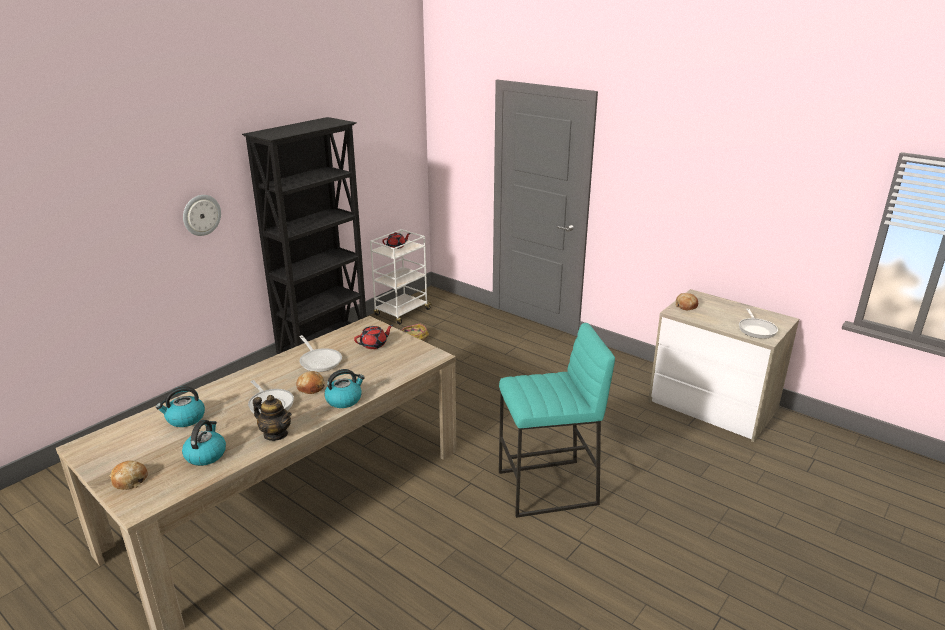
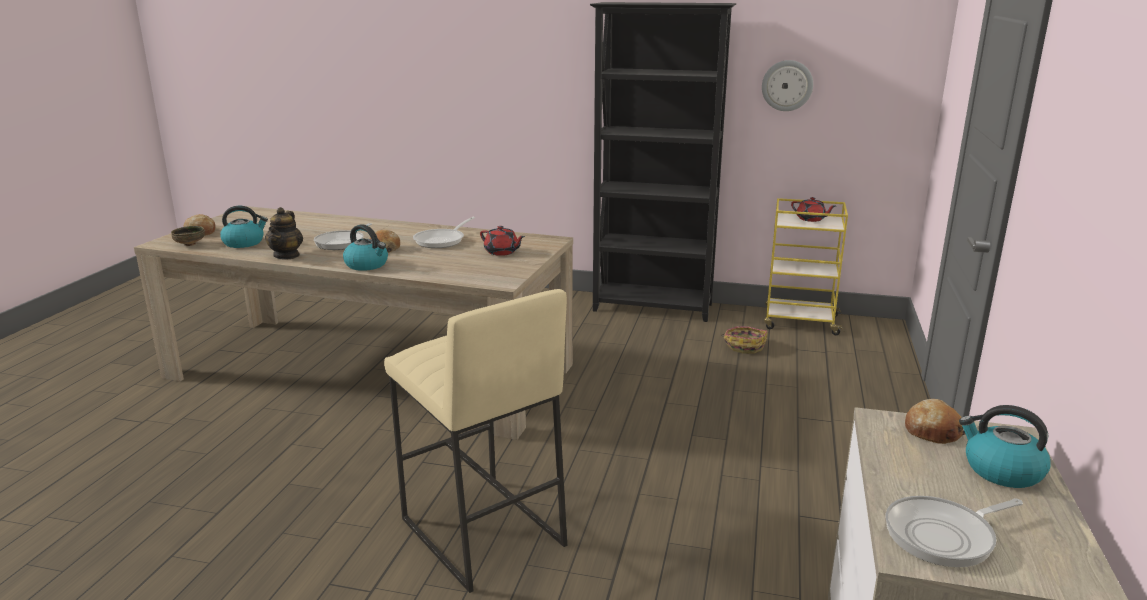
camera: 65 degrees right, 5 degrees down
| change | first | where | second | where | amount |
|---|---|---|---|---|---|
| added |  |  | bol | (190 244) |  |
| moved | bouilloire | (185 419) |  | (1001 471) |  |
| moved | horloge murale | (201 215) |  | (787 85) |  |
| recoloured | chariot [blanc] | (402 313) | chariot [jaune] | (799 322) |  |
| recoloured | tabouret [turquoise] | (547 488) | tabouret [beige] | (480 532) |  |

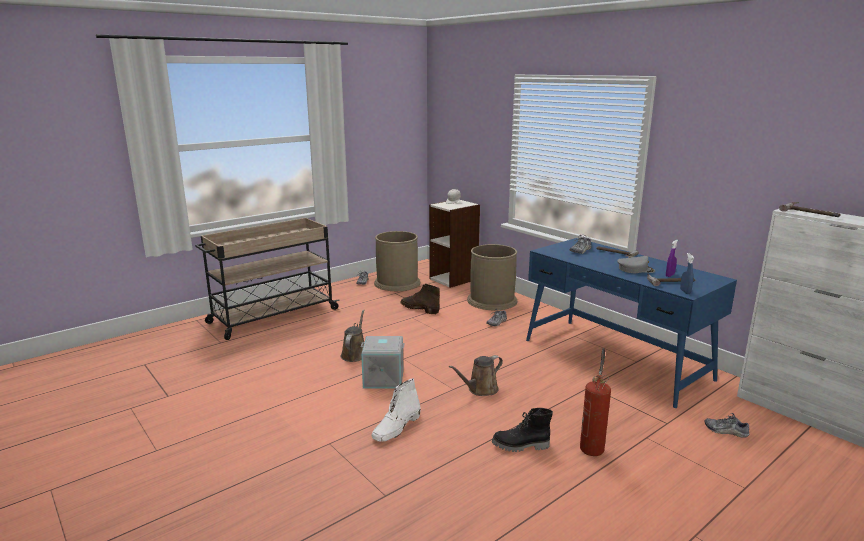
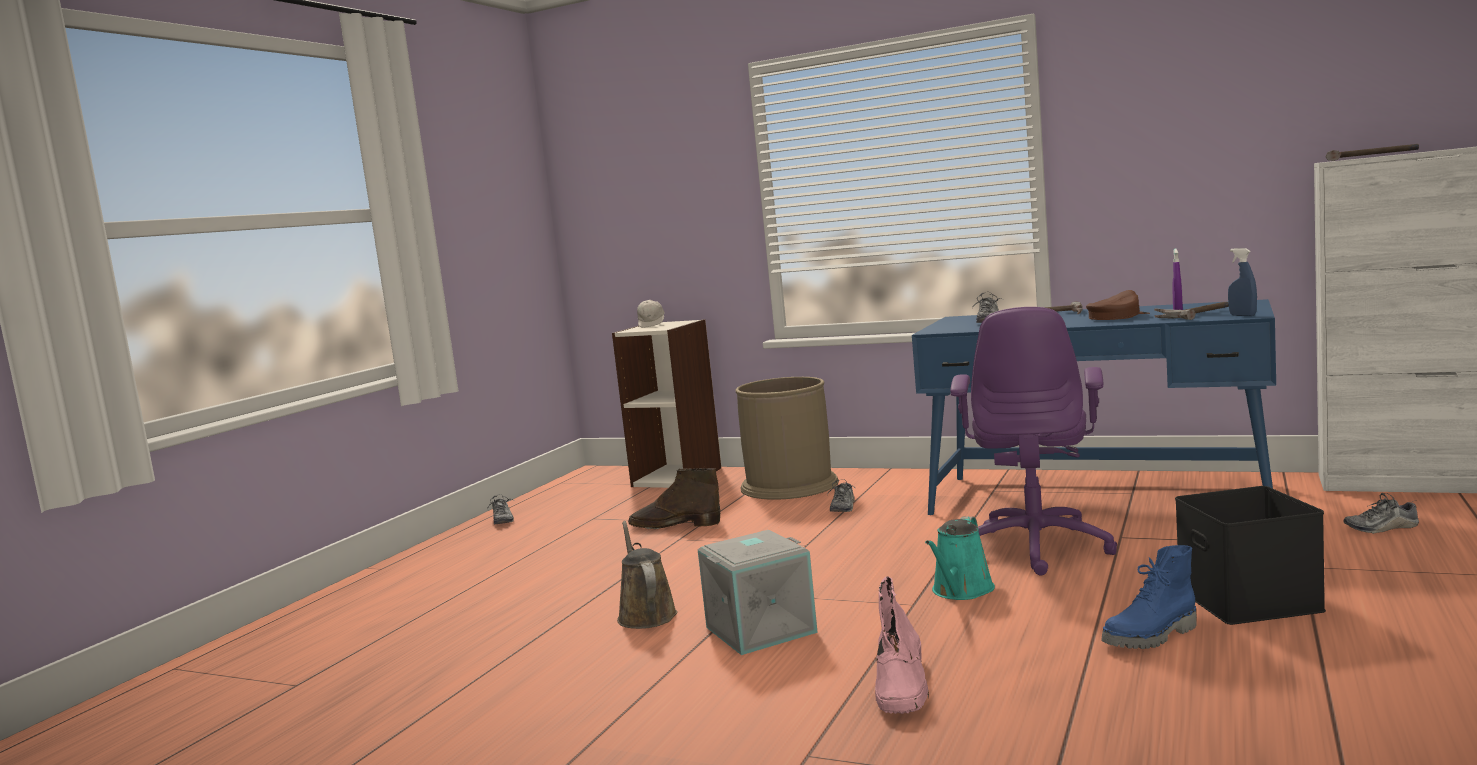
camera: 25 degrees left, 10 degrees down
| change | first | where | second | where | amount |
|---|---|---|---|---|---|
| removed | chariot [beige] | (272 316) |  |  |  |
| removed | poubelle [marron] | (397 283) |  |  |  |
| added |  |  | chaise de bureau [violet] | (1036 548) |  |
| replaced | extincteur | (592 446) | boîte de rangement [noir] | (1252 600) |  |
| recoloured | botte [blanc] | (396 427) | botte [rose] | (901 686) |  |
| recoloured | arrosoir [marron] | (480 389) | arrosoir [turquoise] | (961 591) |  |
| recoloured | botte [noir] | (520 446) | botte [bleu] | (1152 637) |  |
| recoloured | casquette [gris] | (635 269) | casquette [marron] | (1117 317) |  |

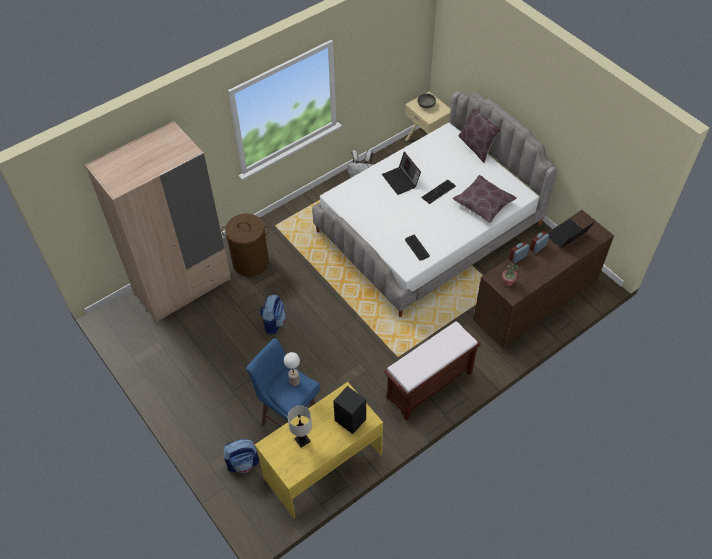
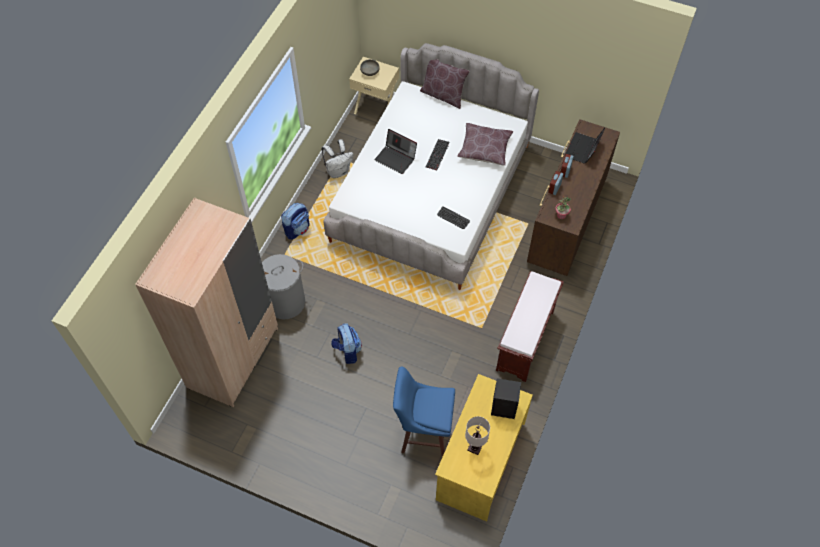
camera: 30 degrees left, 5 degrees up
| change | first | where | second | where | amount |
|---|---|---|---|---|---|
| removed | lampe de table | (294 381) |  |  |  |
| moved | sac à dos | (243 462) |  | (297 229) |  |
| recoloured | panier à linge [marron] | (251 262) | panier à linge [gris] | (285 302) |  |

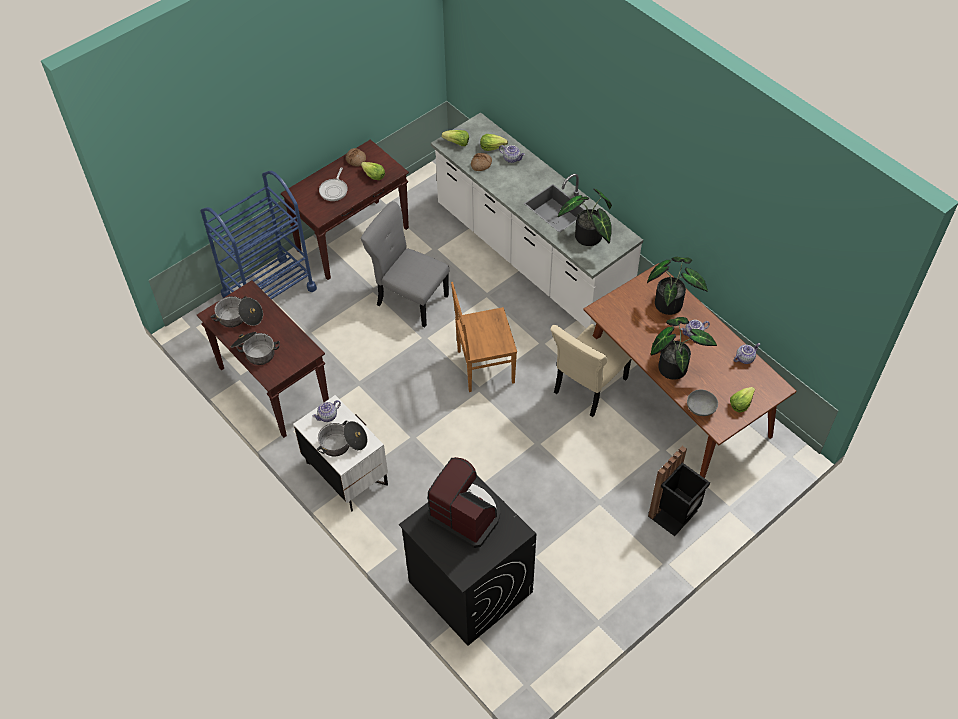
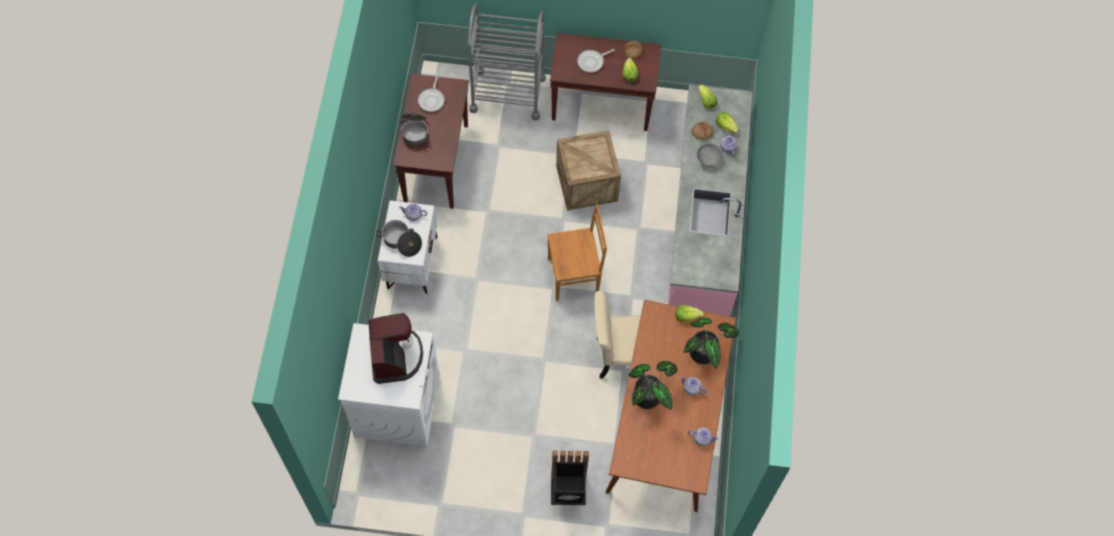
camera: 45 degrees right, 10 degrees up
| change | first | where | second | where | amount |
|---|---|---|---|---|---|
| removed | plante en pot | (588 239) |  |  |  |
| moved | bol [gris] | (700 409) |  | (708 160) |  |
| moved | laitue | (741 403) |  | (687 316) |  |
| replaced | marmite | (239 318) | poêle | (432 99) |  |
| replaced | chaise [gris] | (410 299) | caisse | (586 183) |  |
| recoloured | chariot [bleu] | (269 292) | chariot [gris] | (507 94) |  |
| recoloured | lave-linge [noir] | (469 586) | lave-linge [blanc] | (397 404) |  |
| recoloured | comptoir de cuisine [blanc] | (530 257) | comptoir de cuisine [rose] | (701 230) |  |
| turned | chaise [marron] | (483 367) |  | (575 276) | 135 degrees clockwise |

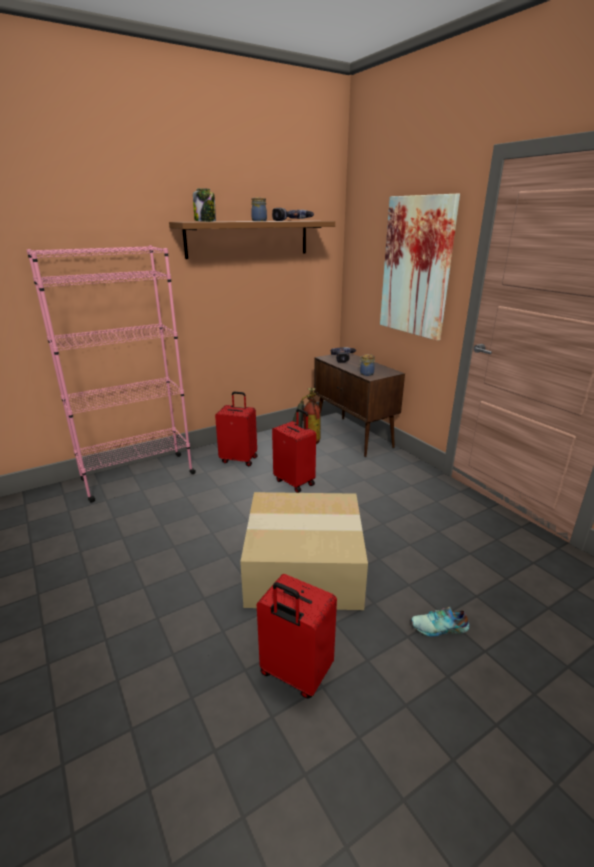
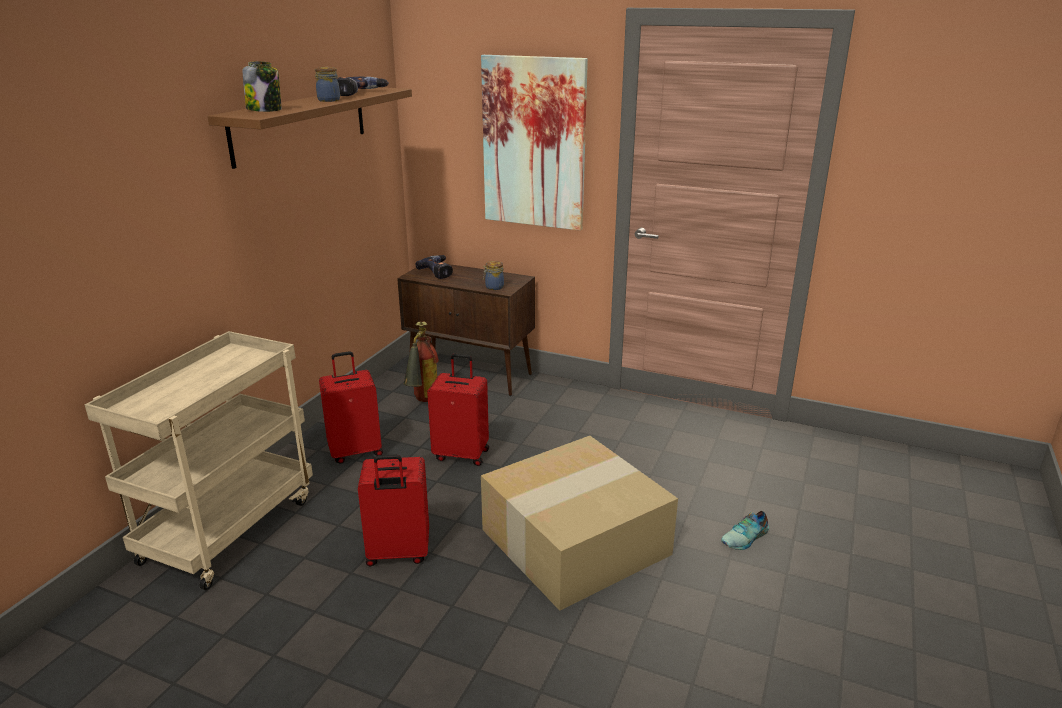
camera: 35 degrees left, 0 degrees up
| change | first | where | second | where | amount |
|---|---|---|---|---|---|
| moved | valise [rouge] | (295 674) |  | (398 554) |  |
| replaced | bibliothèque [rose] | (138 477) | chariot [beige] | (229 528) |  |

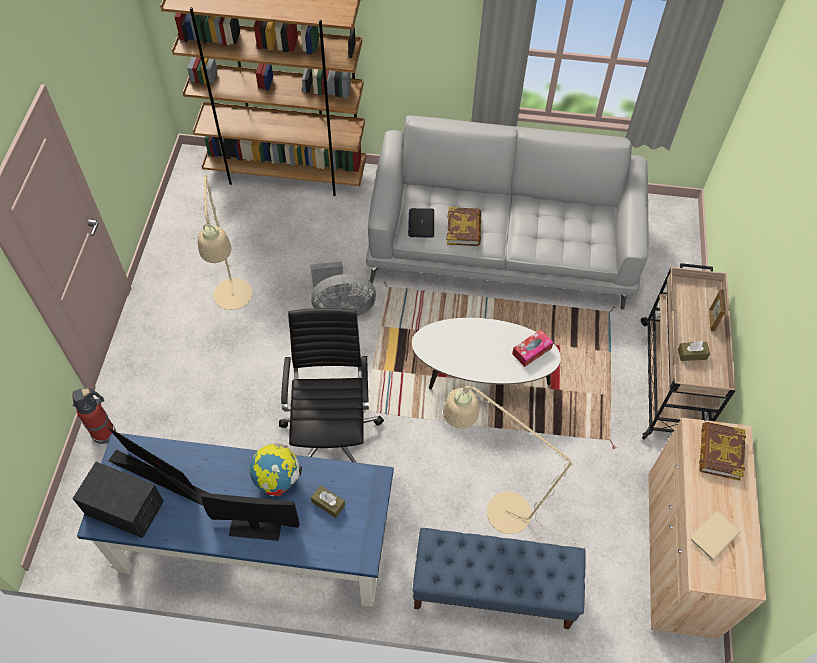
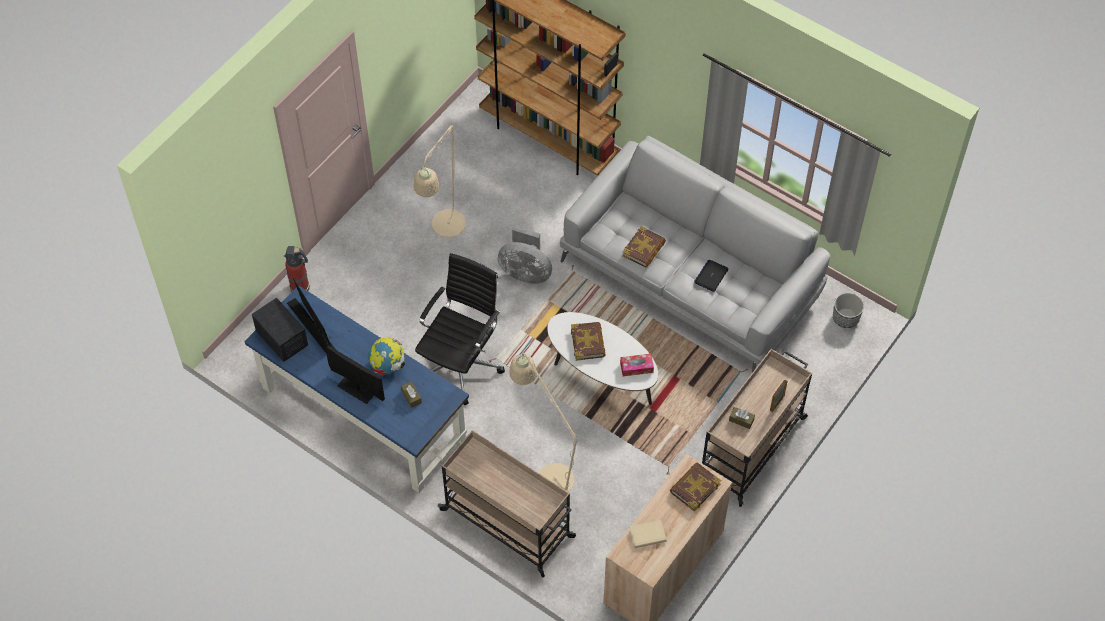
camera: 30 degrees right, 0 degrees up
| change | first | where | second | where | amount |
|---|---|---|---|---|---|
| added |  |  | livre | (588 343) |  |
| added |  |  | cache-pot | (845 318) |  |
| moved | ordinateur portable | (421 223) |  | (711 276) |  |
| replaced | banc [bleu] | (492 590) | chariot [beige] | (509 524) |  |

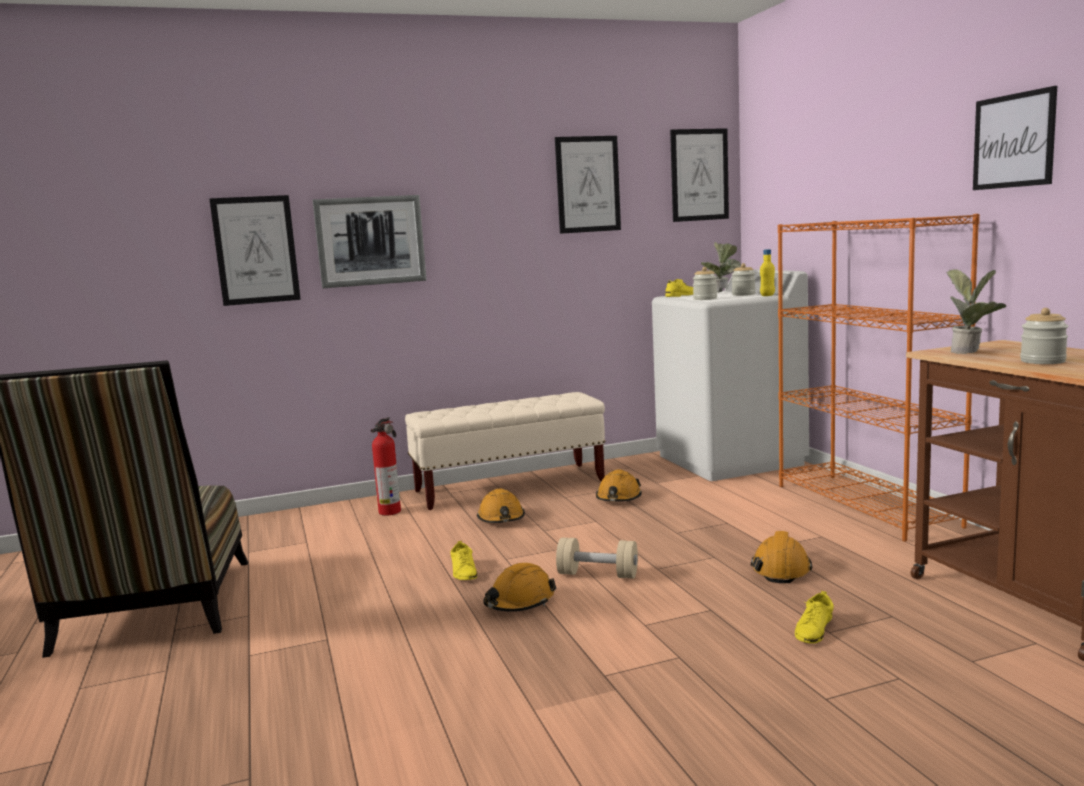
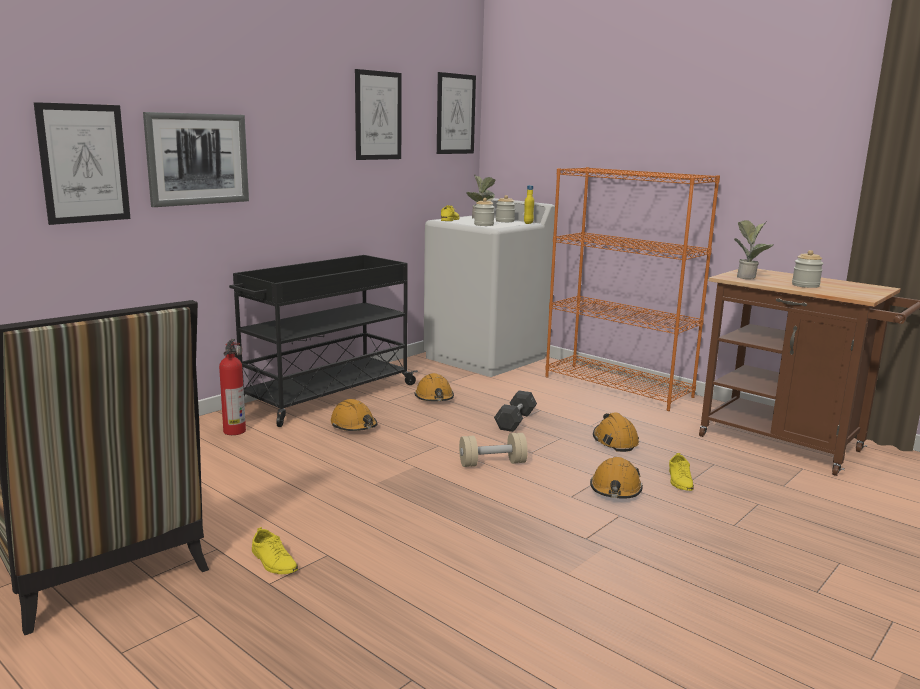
camera: 30 degrees left, 5 degrees up
| change | first | where | second | where | amount |
|---|---|---|---|---|---|
| removed | tableau | (1013 141) |  |  |  |
| added |  |  | haltère [gris] | (515 421) |  |
| moved | chaussure [jaune] | (464 571) |  | (273 561) |  |
| moved | casque de chantier [orange] | (519 602) |  | (615 490) |  |
| replaced | banc [beige] | (510 486) | chariot [noir] | (325 396) |  |

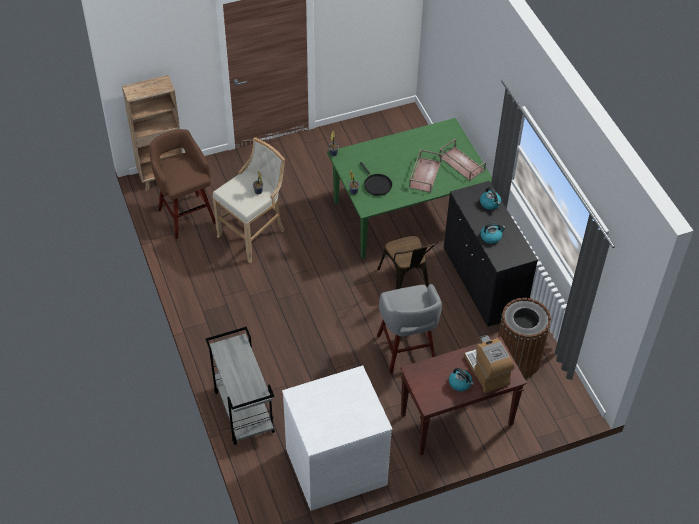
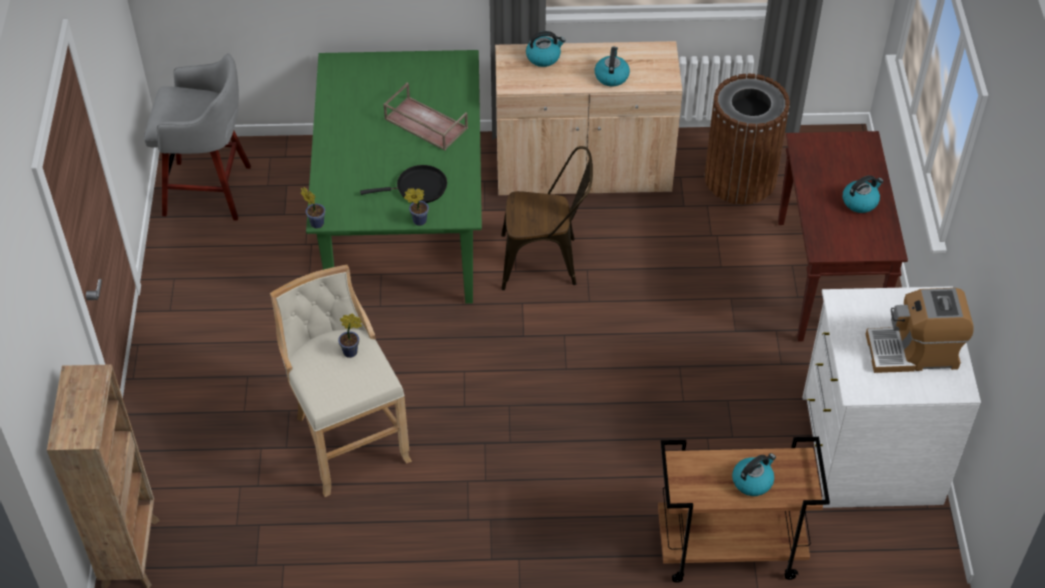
camera: 70 degrees left, 0 degrees up
| change | first | where | second | where | amount |
|---|---|---|---|---|---|
| removed | tabouret [marron] | (186 214) |  |  |  |
| removed | plateau [marron] | (461 163) |  |  |  |
| added |  |  | bouilloire | (752 481) |  |
| moved | tabouret [gris] | (406 351) |  | (210 191) |  |
| moved | machine à café | (487 371) |  | (914 351) |  |
| recoloured | chariot [gris] | (243 411) | chariot [marron] | (728 550) |  |
| recoloured | meuble de rangement [noir] | (483 282) | meuble de rangement [beige] | (583 171) |  |

